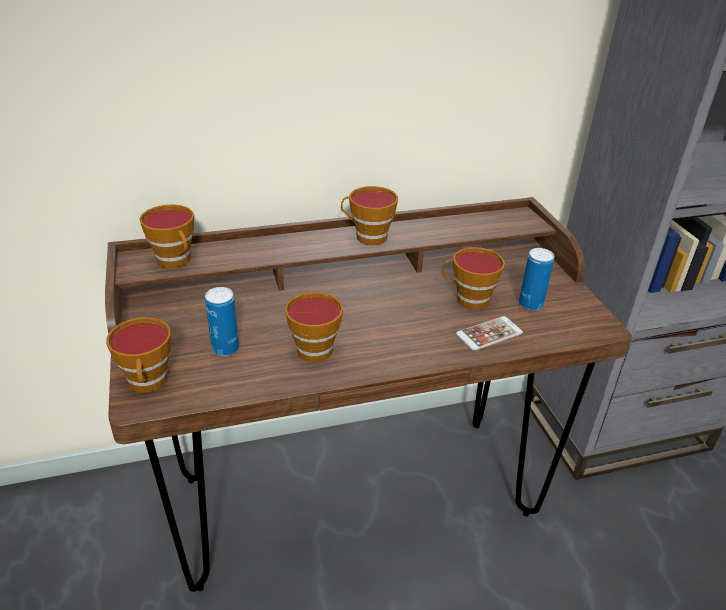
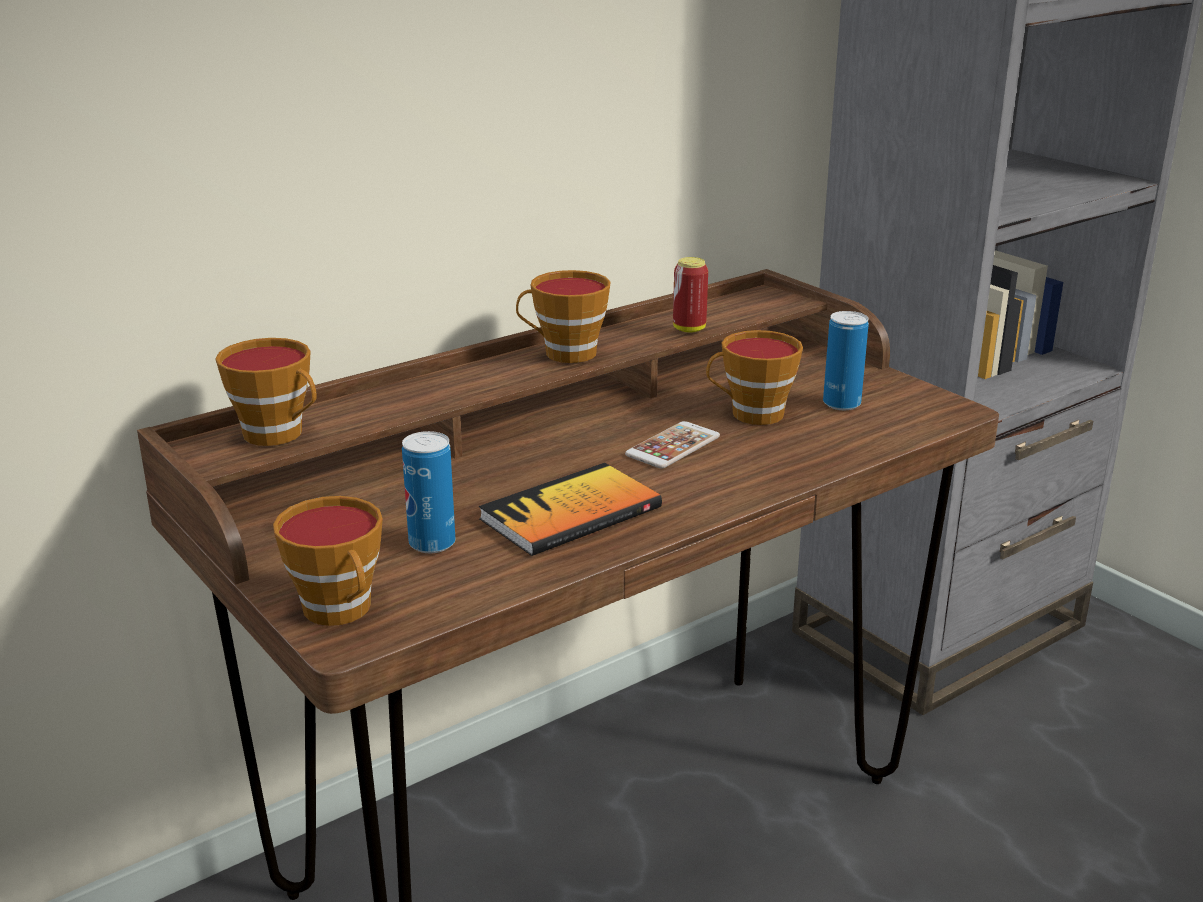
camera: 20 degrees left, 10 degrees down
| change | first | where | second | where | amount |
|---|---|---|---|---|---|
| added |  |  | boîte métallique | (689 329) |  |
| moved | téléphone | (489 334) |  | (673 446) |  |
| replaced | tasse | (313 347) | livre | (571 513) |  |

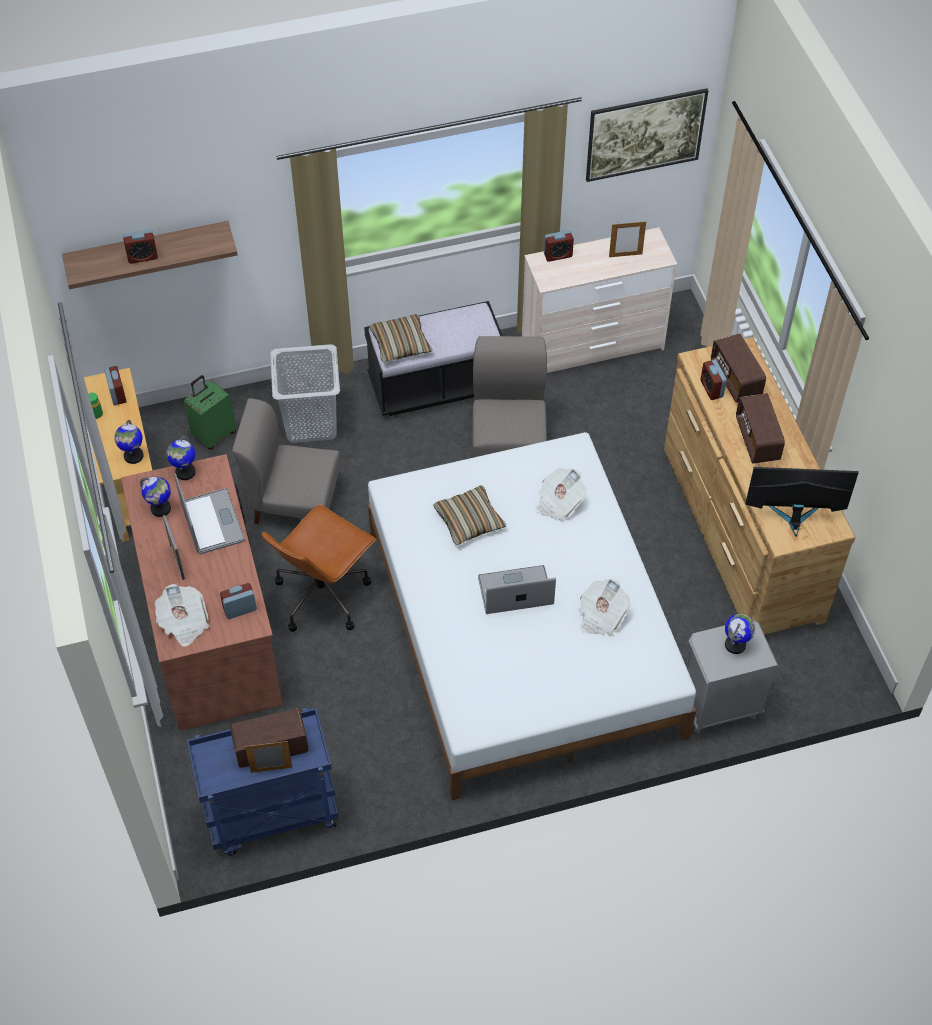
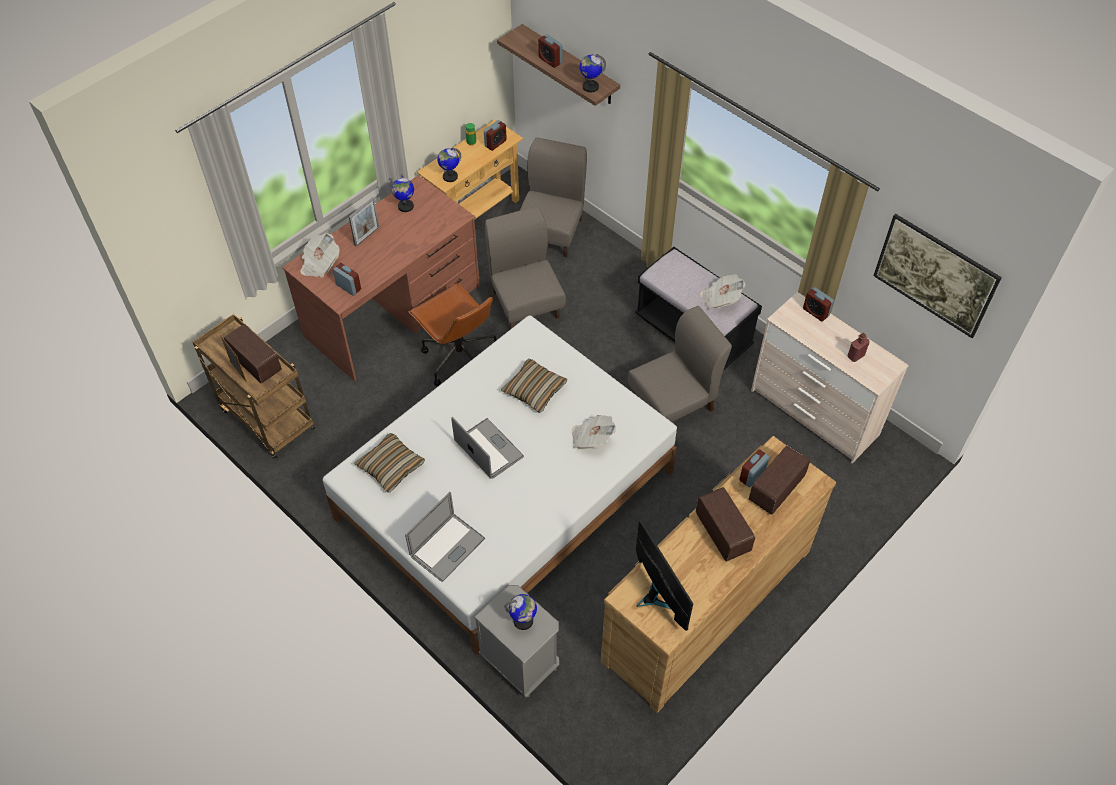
camera: 60 degrees right, 0 degrees up
| change | first | where | second | where | amount |
|---|---|---|---|---|---|
| removed | panier à linge [gris] | (310 422) |  |  |  |
| moved | globe | (185 472) |  | (590 87) |  |
| moved | ordinateur portable | (212 521) |  | (447 547) |  |
| moved | coussin | (400 344) |  | (391 467) |  |
| moved | journal | (601 616) |  | (720 299) |  |
| replaced | valise [vert] | (214 434) | chaise [gris] | (551 232) |  |
| replaced | cadre photo | (625 255) | bouteille [rouge] | (855 356) |  |
| recoloured | chariot [bleu] | (271 815) | chariot [marron] | (265 418) |  |
| turned | chaise de bureau [marron] | (323 594) |  | (459 358) | 135 degrees counterclockwise |
| turned | radio | (757 439) |  | (722 533) | 105 degrees clockwise |

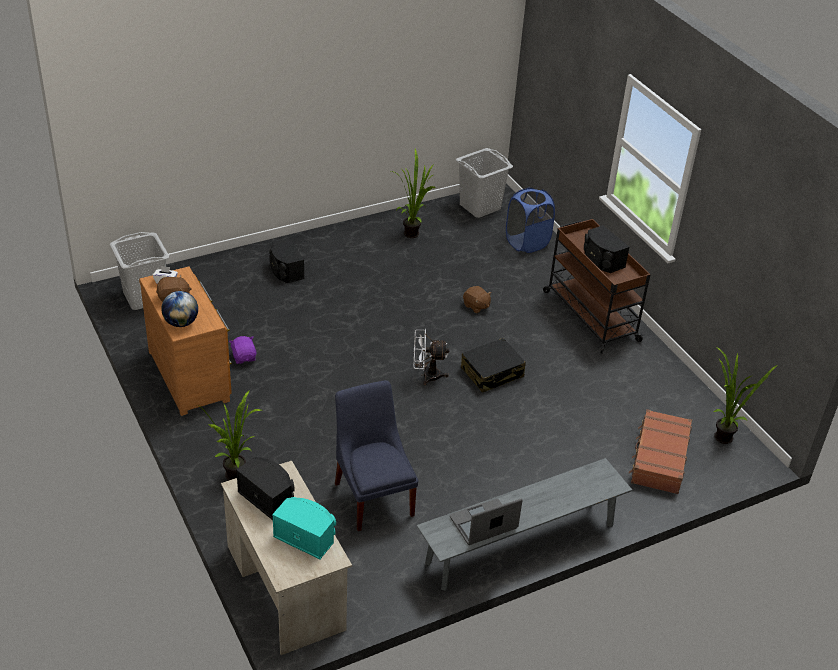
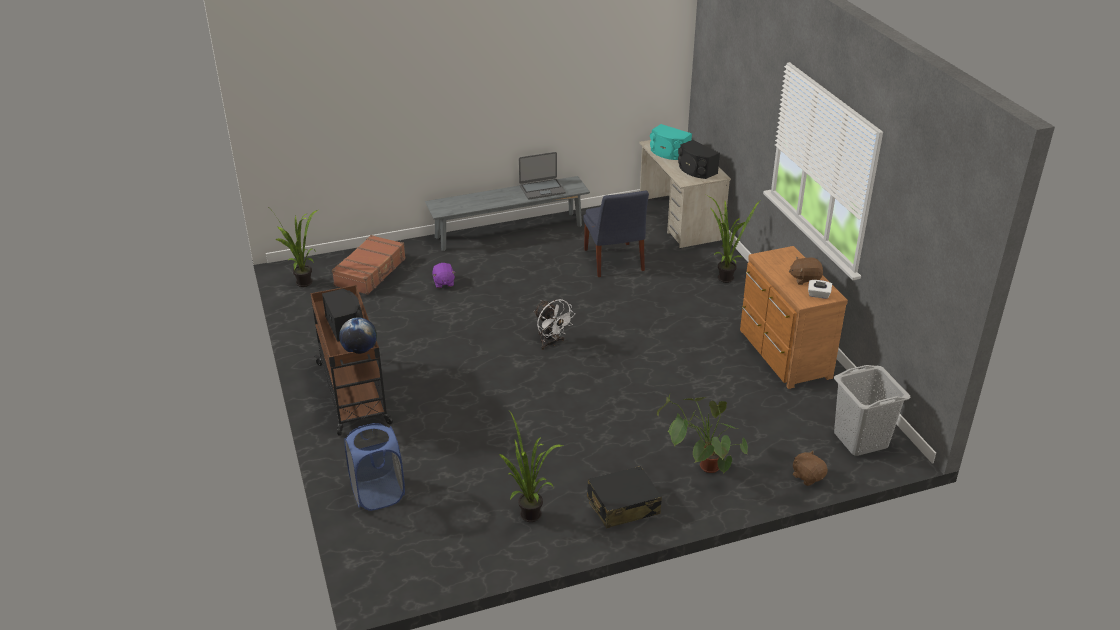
camera: 170 degrees left, 5 degrees down
| change | first | where | second | where | amount |
|---|---|---|---|---|---|
| removed | panier à linge [gris] | (480 207) |  |  |  |
| moved | globe | (181 323) |  | (360 351) |  |
| moved | peluche [violet] | (244 357) |  | (443 283) |  |
| moved | valise [noir] | (492 373) |  | (623 506) |  |
| moved | peluche [marron] | (476 306) |  | (808 476) |  |
| replaced | enceinte [noir] | (285 270) | plante en pot | (699 467) |  |
| turned | ventilateur [blanc] | (426 375) |  | (551 343) | 45 degrees clockwise |

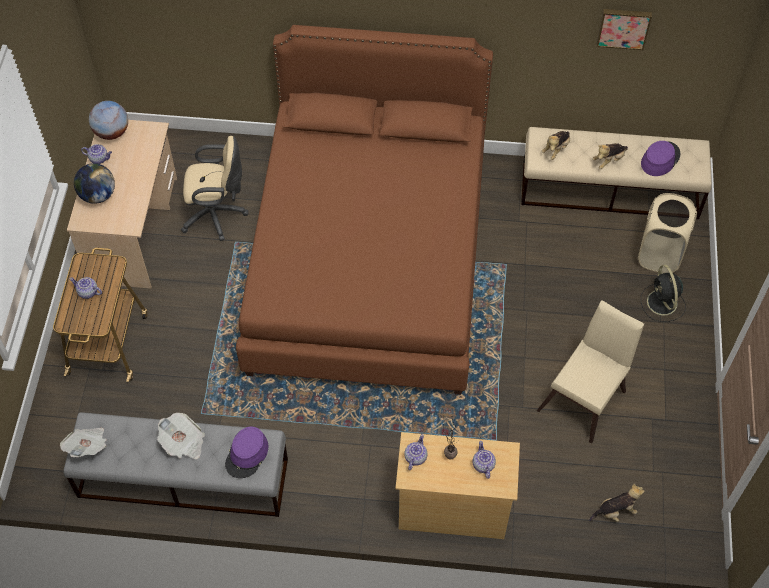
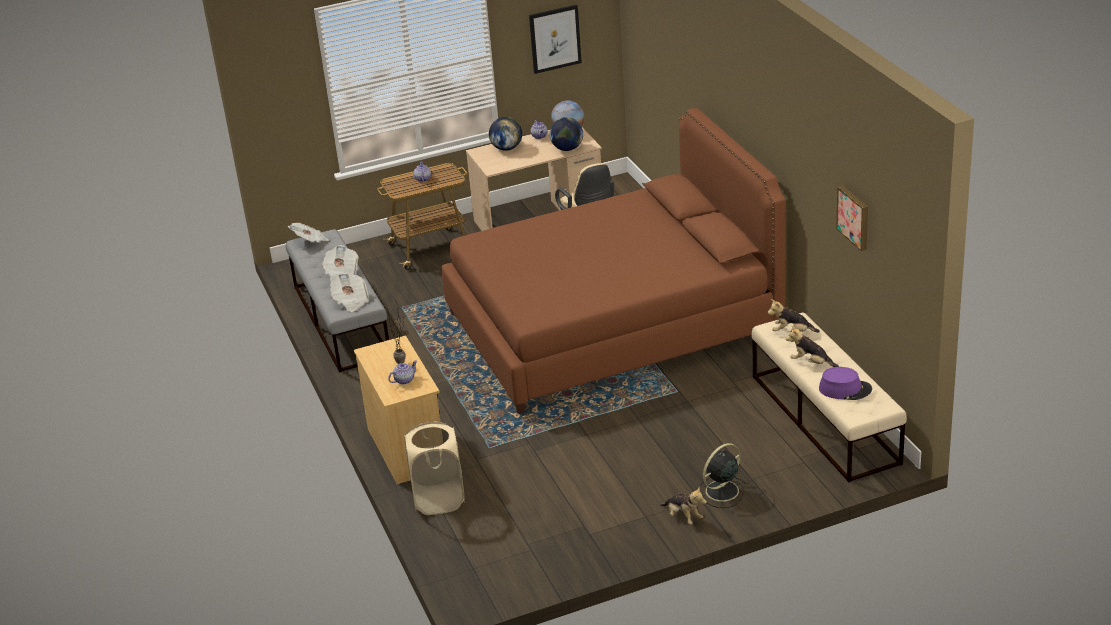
camera: 65 degrees right, 25 degrees down
| change | first | where | second | where | amount |
|---|---|---|---|---|---|
| removed | théière | (415 457) |  |  |  |
| removed | chaise [beige] | (586 397) |  |  |  |
| added |  |  | tableau | (555 38) |  |
| added |  |  | globe | (567 149) |  |
| moved | peluche | (616 511) |  | (683 517) |  |
| moved | panier à linge [beige] | (659 254) |  | (438 499) |  |
| replaced | chapeau [violet] | (247 455) | journal | (351 301) |  |

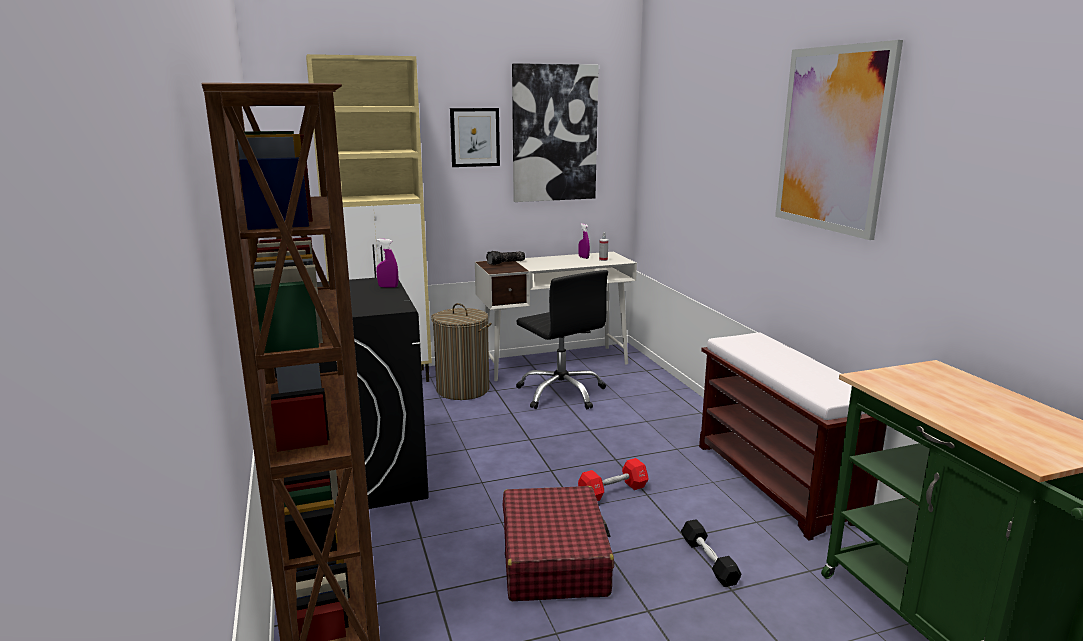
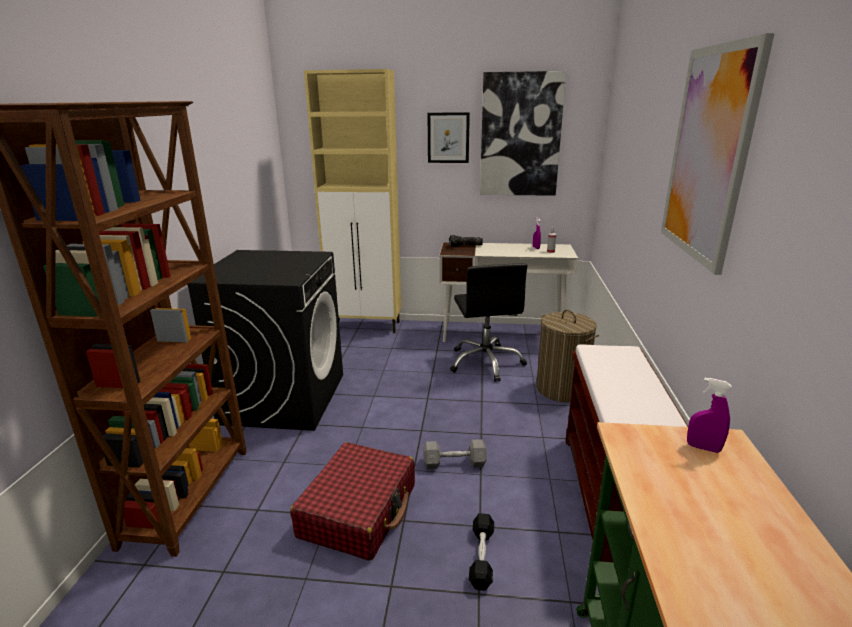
camera: 25 degrees right, 5 degrees up
| change | first | where | second | where | amount |
|---|---|---|---|---|---|
| moved | vaporisateur [violet] | (388 287) |  | (703 448) |  |
| moved | panier à linge | (463 389) |  | (561 389) |  |
| recoloured | haltère [rouge] | (613 491) | haltère [gris] | (454 463) |  |

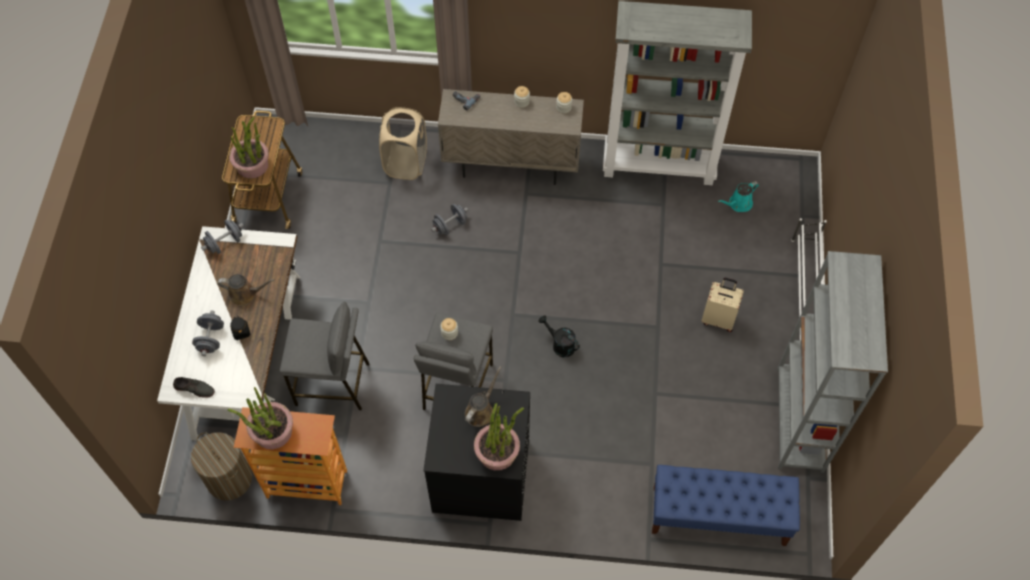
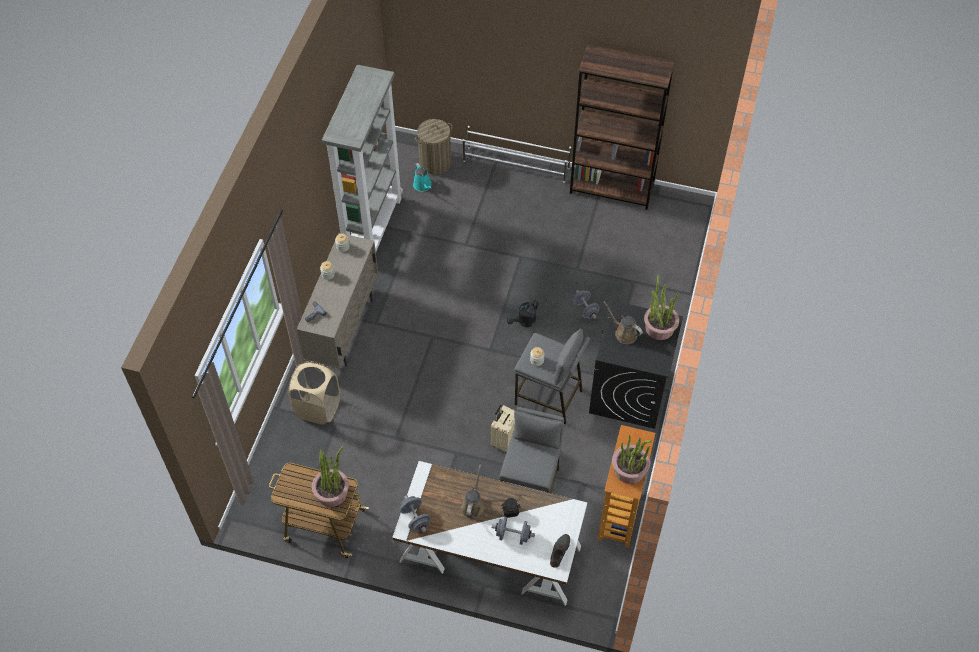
camera: 80 degrees left, 5 degrees down
| change | first | where | second | where | amount |
|---|---|---|---|---|---|
| removed | banc [bleu] | (718 516) |  |  |  |
| moved | panier à linge | (229 479) |  | (435 163) |  |
| moved | haltère [gris] | (450 225) |  | (585 310) |  |
| moved | valise [beige] | (718 319) |  | (504 440) |  |
| recoloured | bibliothèque [gris] | (800 420) | bibliothèque [marron] | (612 189) |  |

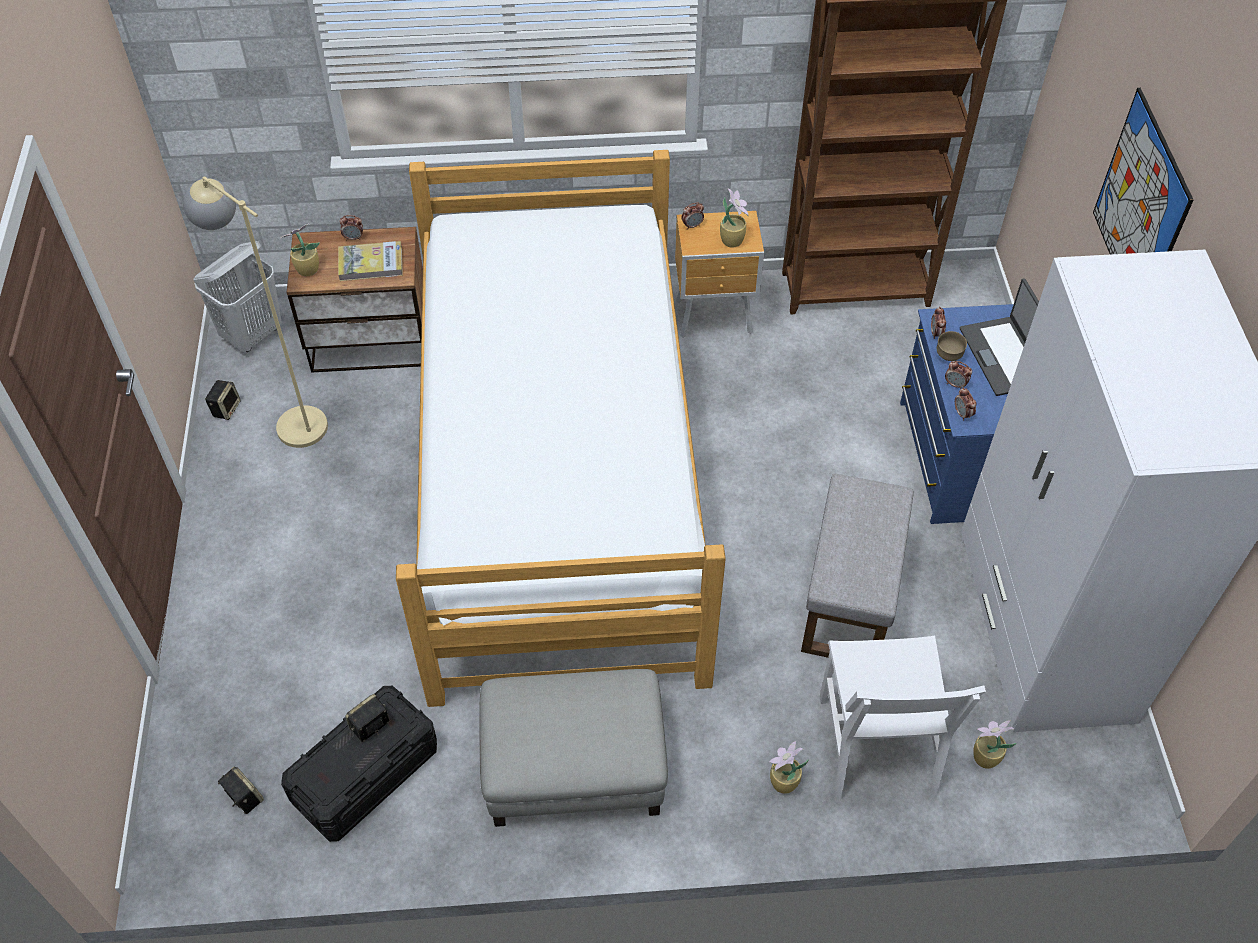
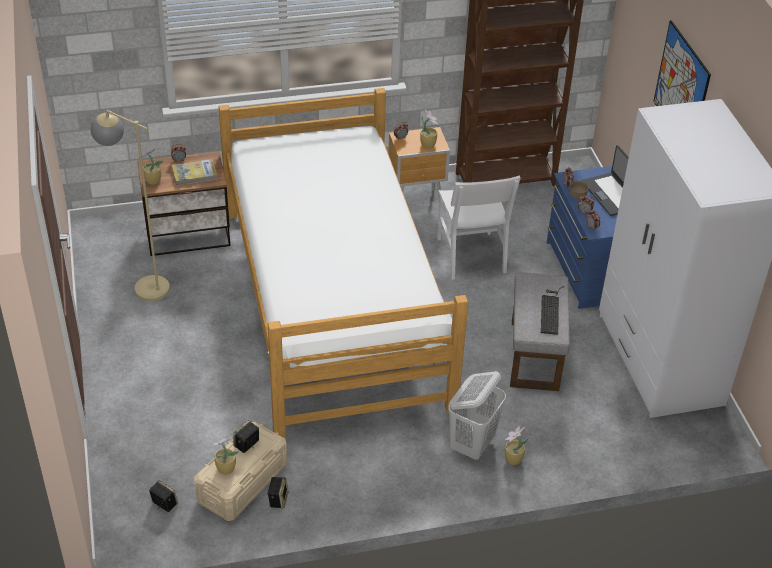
camera: 10 degrees left, 10 degrees down
| change | first | where | second | where | amount |
|---|---|---|---|---|---|
| removed | pouf [gris] | (575 766) |  |  |  |
| added |  |  | clavier | (550 310) |  |
| moved | panier à linge [blanc] | (253 334) |  | (472 444) |  |
| moved | enceinte | (226 408) |  | (278 499) |  |
| moved | chaise [blanc] | (875 745) |  | (470 255) |  |
| moved | plante en pot | (984 758) |  | (225 469) |  |
| recoloured | boîte de rangement [noir] | (365 775) | boîte de rangement [beige] | (242 482) |  |

